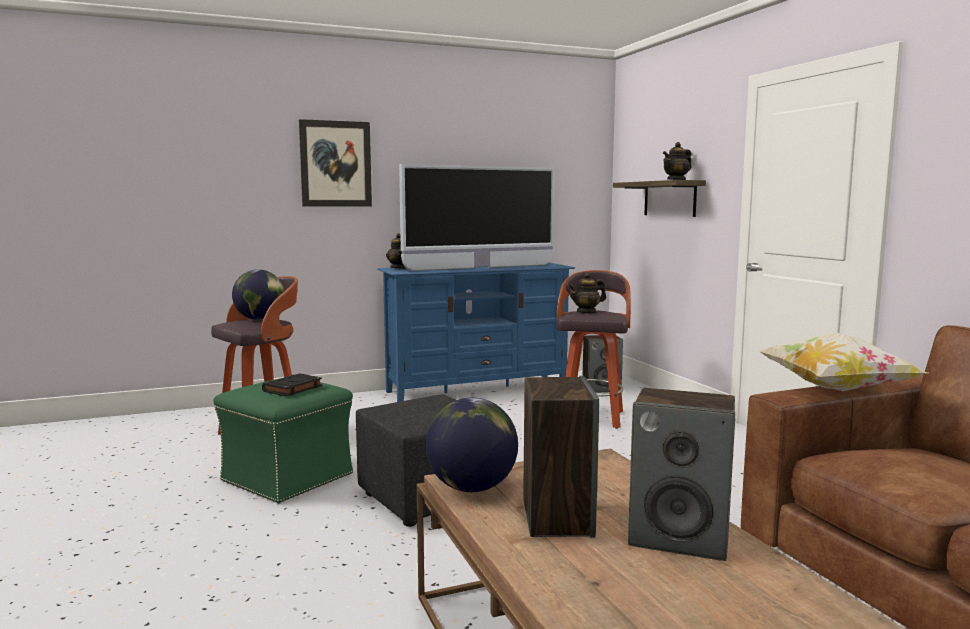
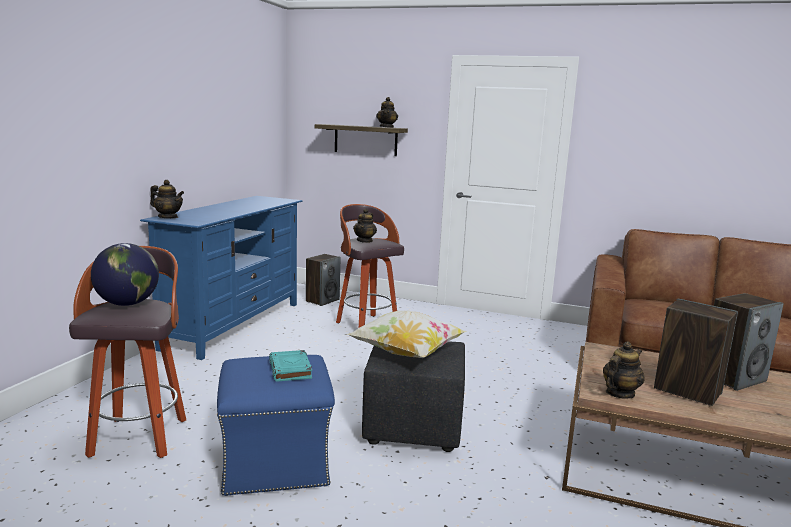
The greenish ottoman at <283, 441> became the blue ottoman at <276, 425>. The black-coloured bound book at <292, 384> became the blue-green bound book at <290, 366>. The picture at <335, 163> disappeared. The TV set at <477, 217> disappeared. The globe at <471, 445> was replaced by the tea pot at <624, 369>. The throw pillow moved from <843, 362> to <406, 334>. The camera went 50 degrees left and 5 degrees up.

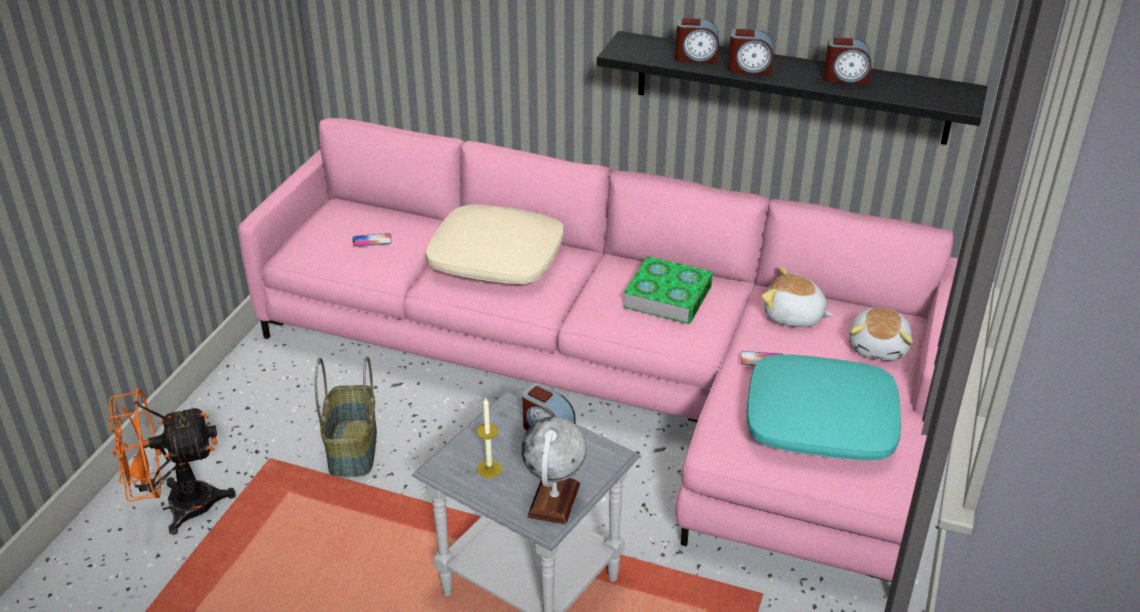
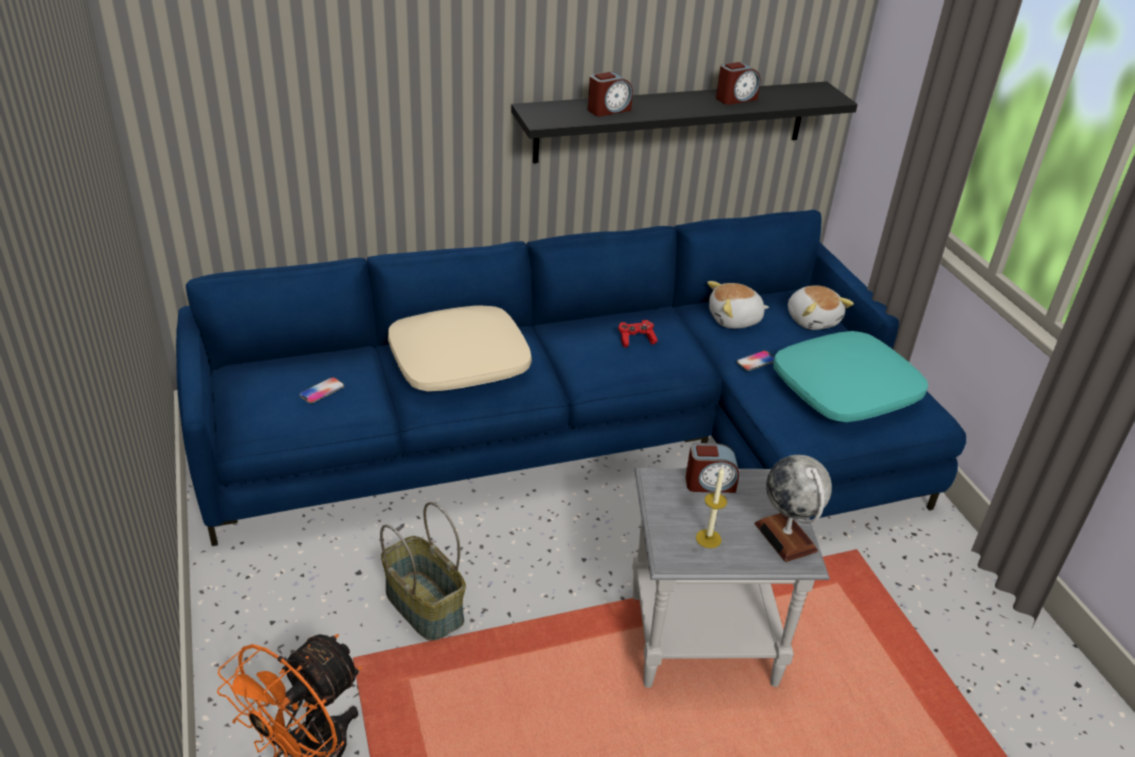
The pinkish couch at <598, 350> became the blue couch at <571, 378>. The bound book at <668, 290> was replaced by the red-coloured gamepad at <638, 334>. The alarm clock at <750, 52> disappeared. The camera went 40 degrees left and 0 degrees up.

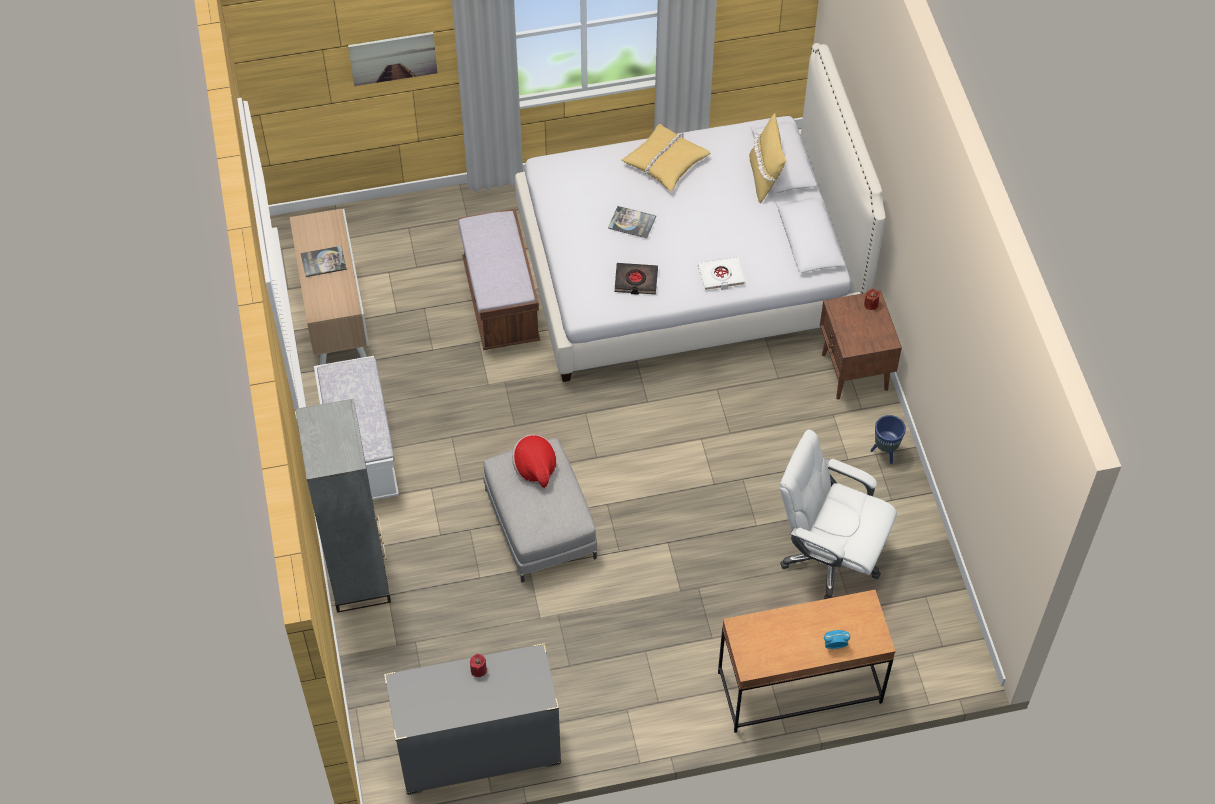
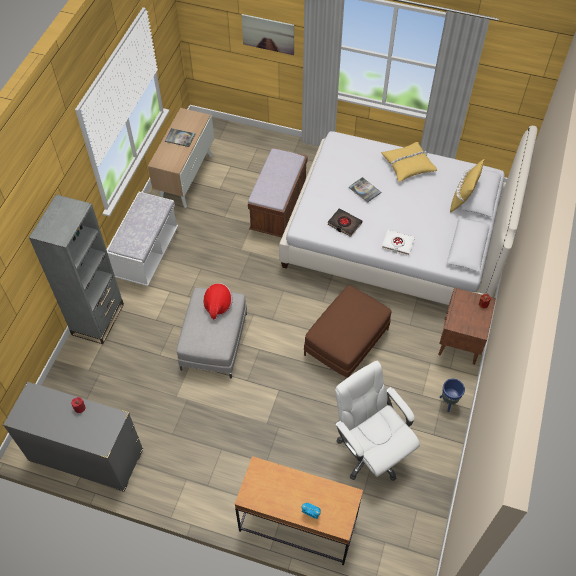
The brown ottoman at <348, 332> appeared. The camera went 30 degrees right and 0 degrees up.

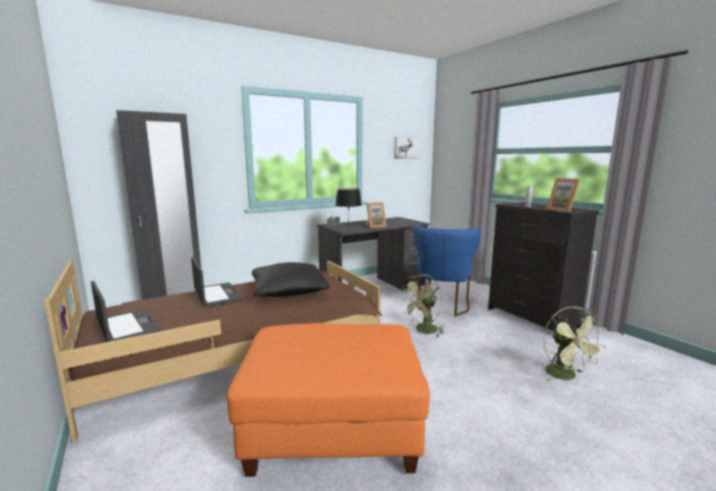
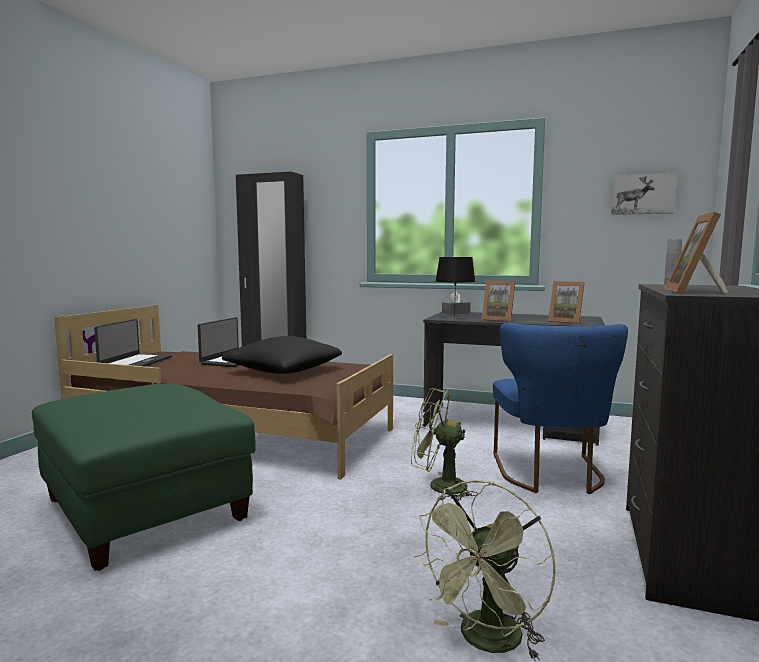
The orange-coloured ottoman at <328, 400> became the greenish ottoman at <144, 477>. The blue chair at <447, 271> turned 60 degrees counterclockwise. The photo frame at <566, 302> appeared. The camera went 50 degrees right and 5 degrees down.

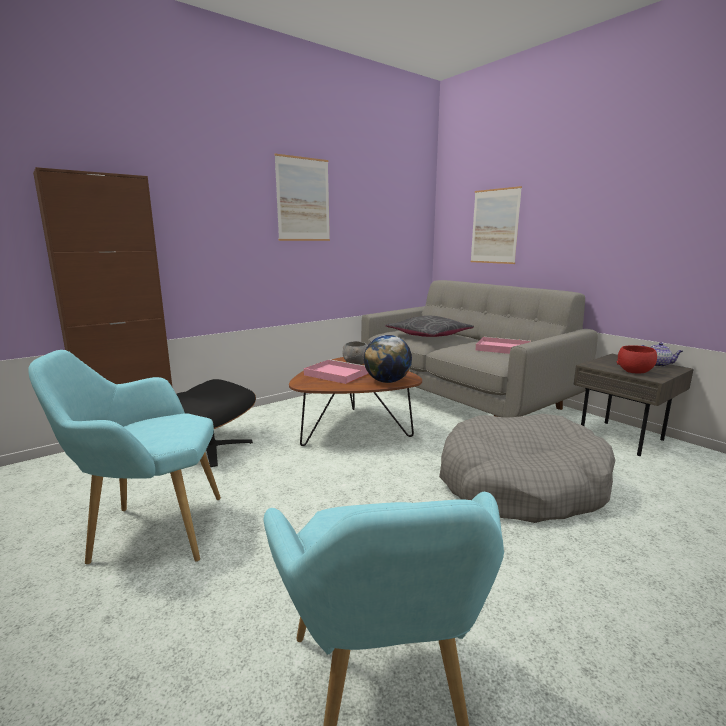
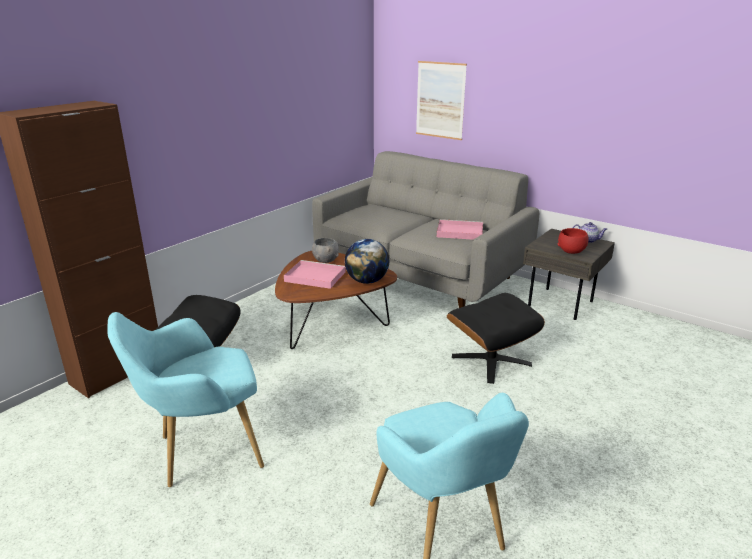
The picture at <302, 197> disappeared. The gray throw pillow at <430, 326> disappeared. The gray pet bed at <527, 468> was replaced by the black-coloured ottoman at <496, 338>. The camera went 15 degrees left and 10 degrees up.

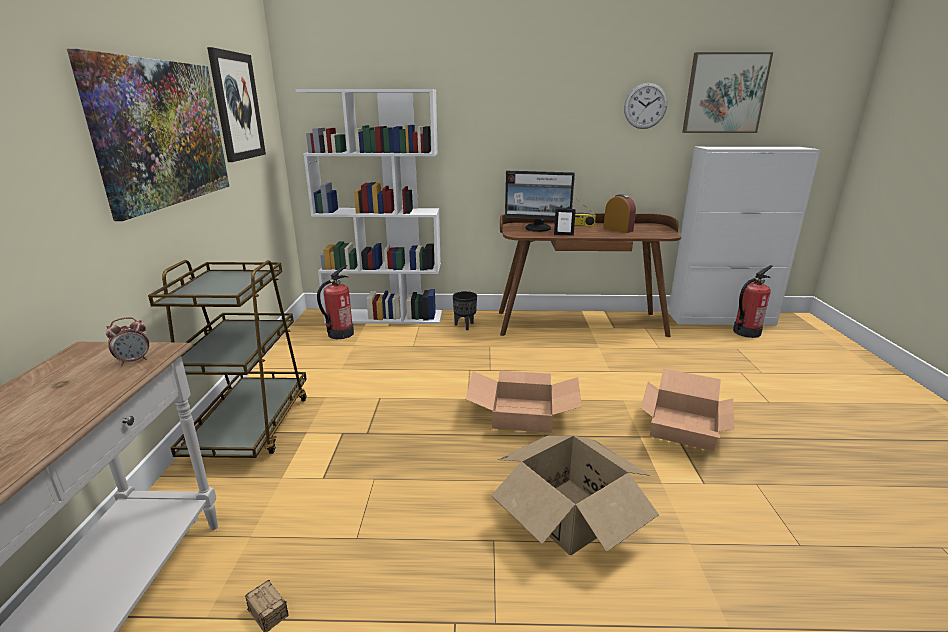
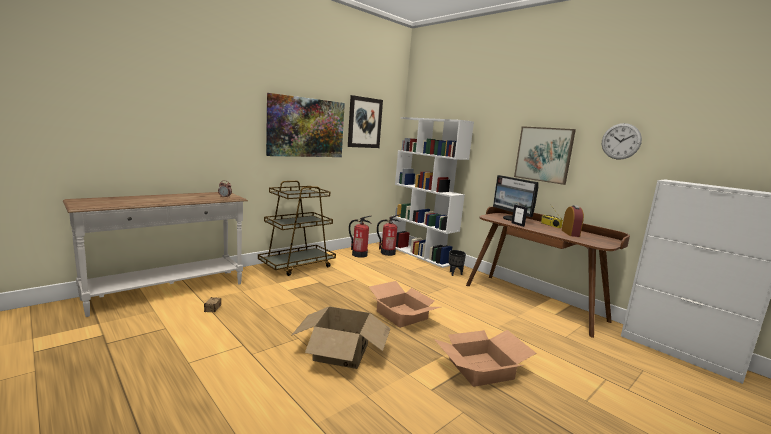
The picture moved from <727, 92> to <545, 155>. The fire-fighting cylinder moved from <753, 301> to <360, 237>. The camera went 45 degrees right and 10 degrees down.

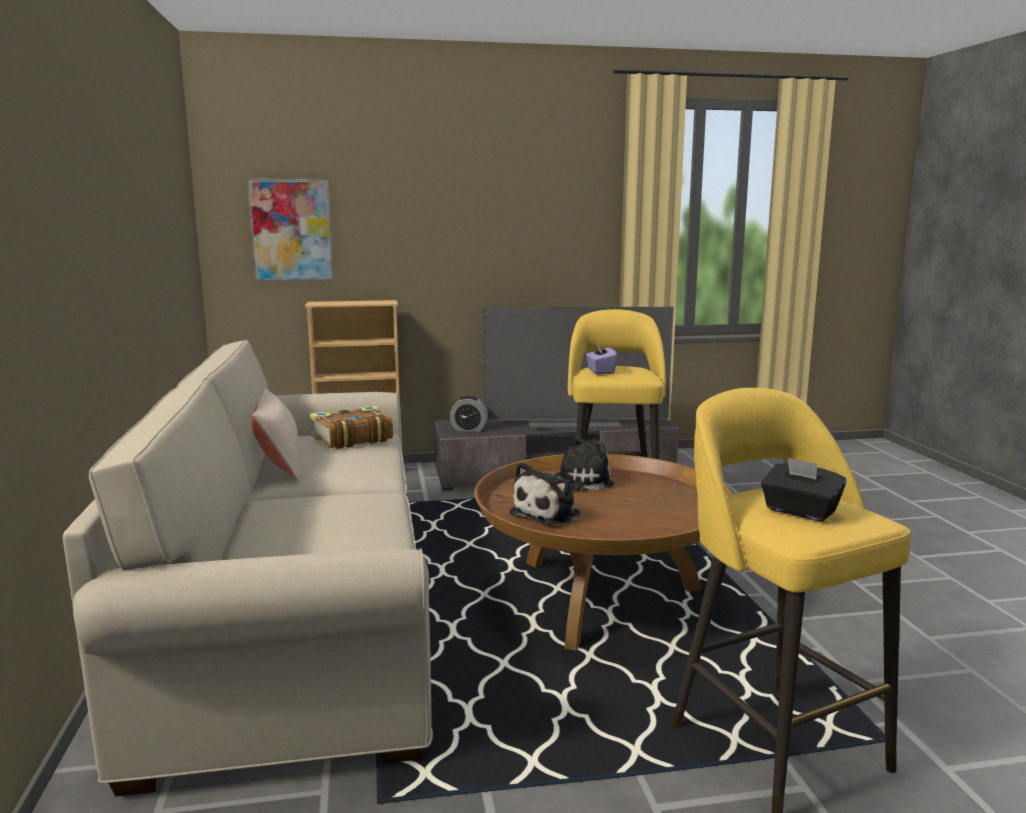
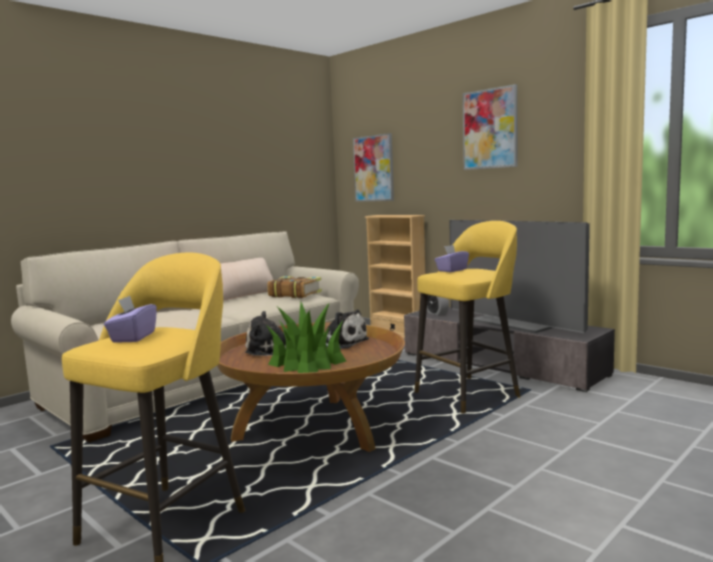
The black-coloured tissue holder at <803, 489> became the purplish tissue holder at <130, 319>. The plant in a pot at <306, 337> appeared. The picture at <490, 127> appeared. The camera went 55 degrees right and 5 degrees down.

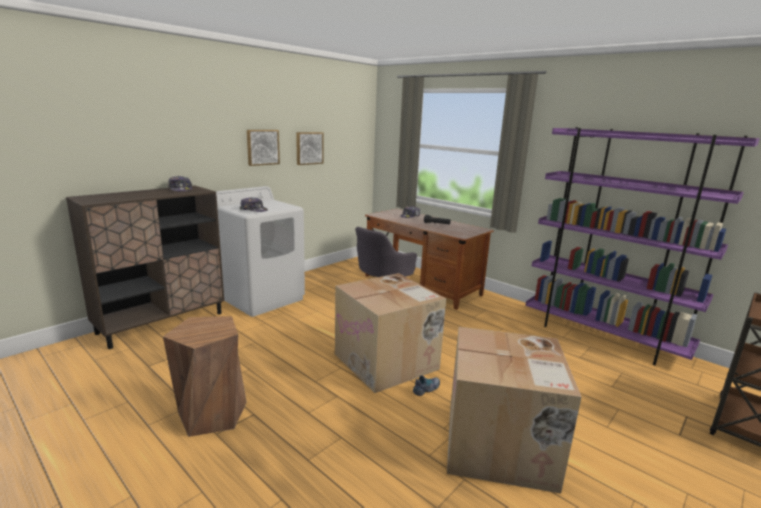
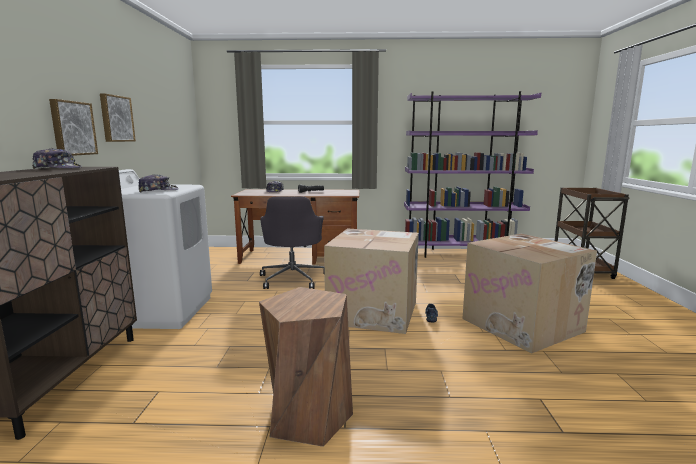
The picture moved from <309, 148> to <73, 127>. The camera went 40 degrees left and 5 degrees down.

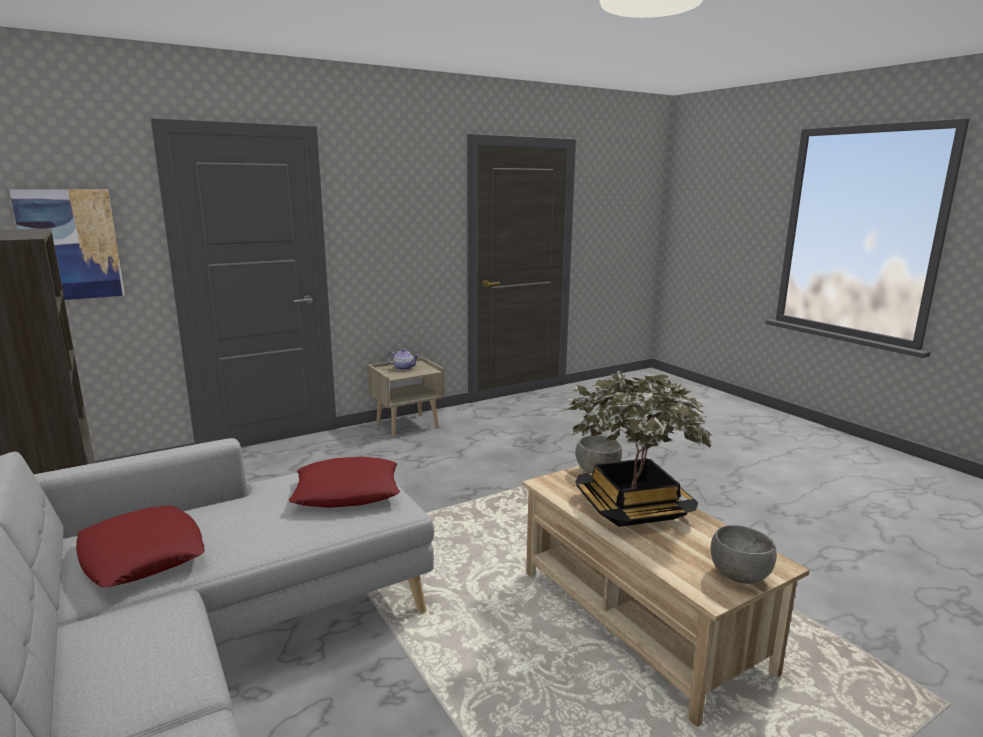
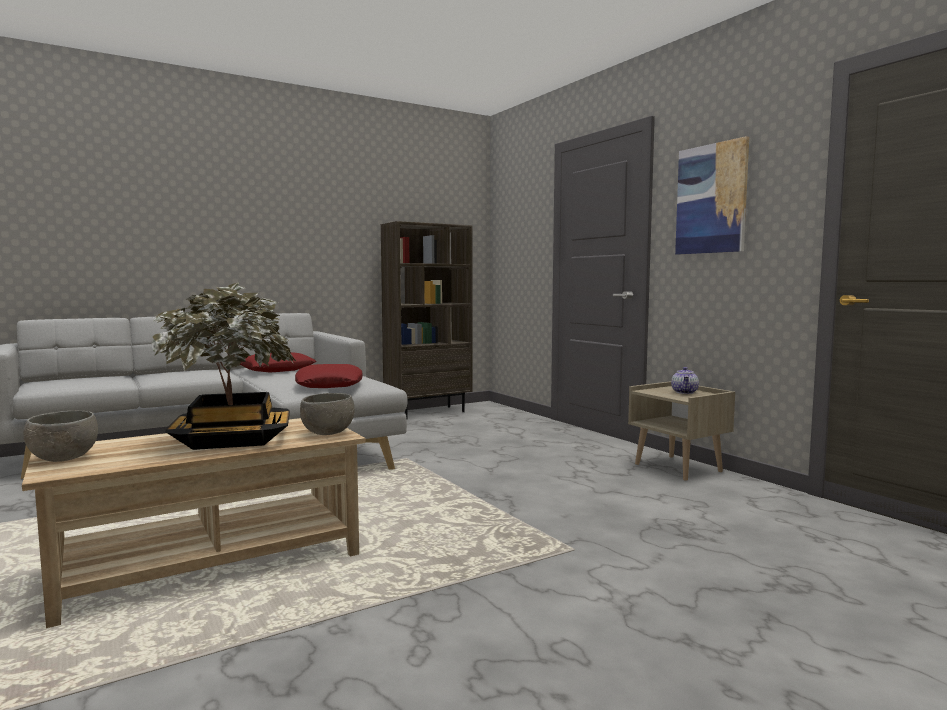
The picture moved from <67, 244> to <712, 195>. The camera went 90 degrees right and 10 degrees down.

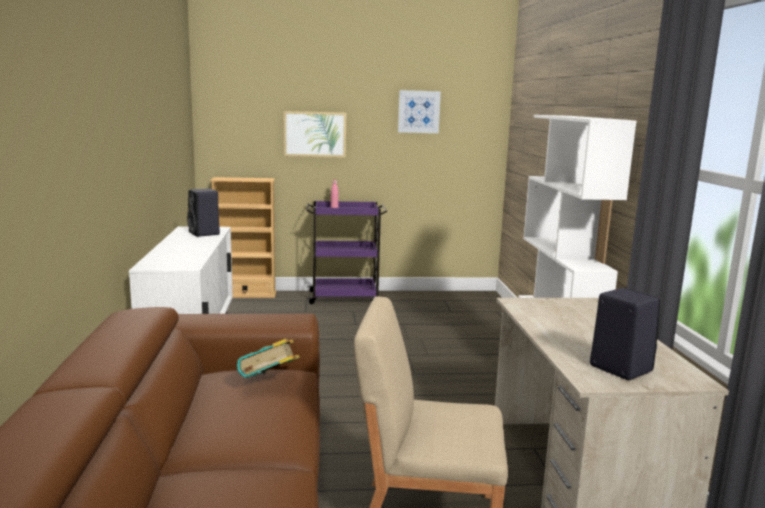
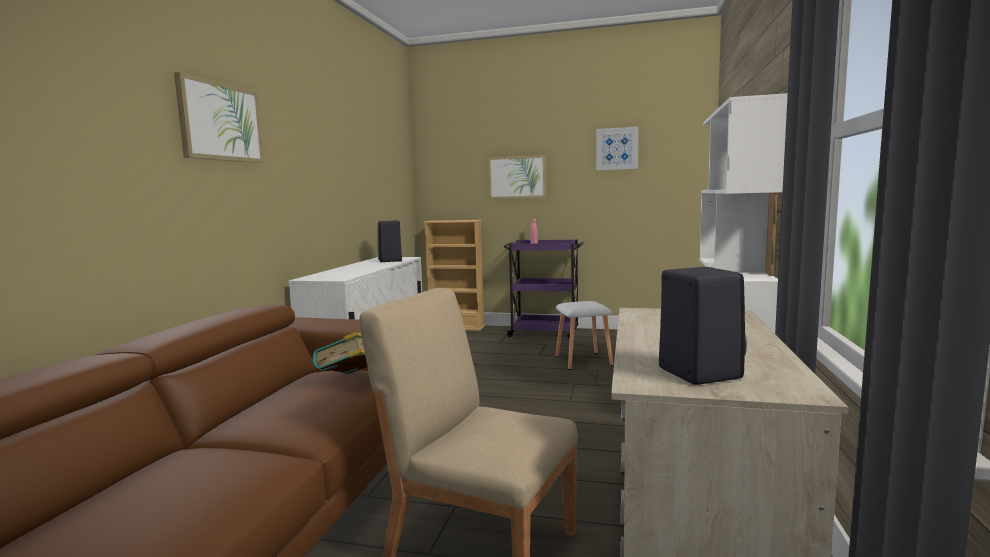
The picture at <219, 117> appeared. The white sitting stool at <584, 335> appeared. The camera went 20 degrees right and 5 degrees down.

